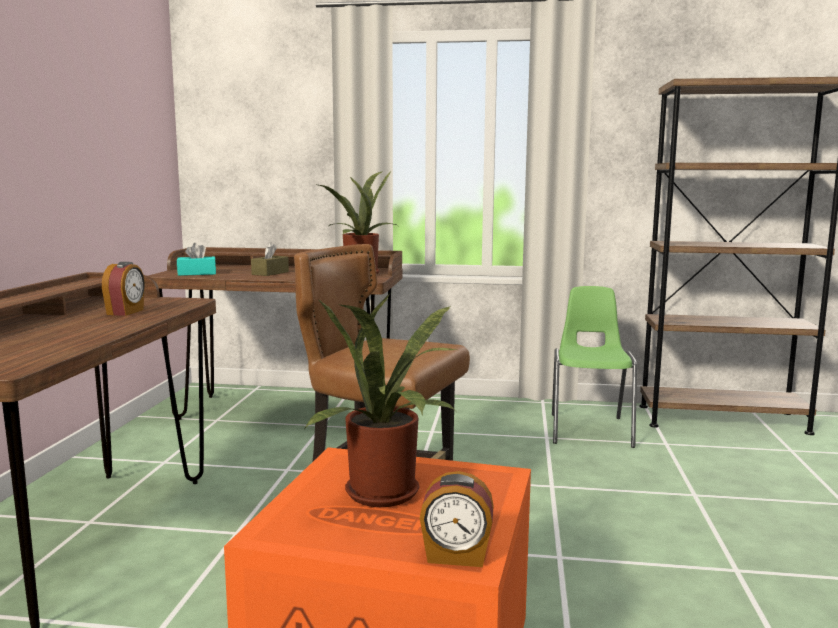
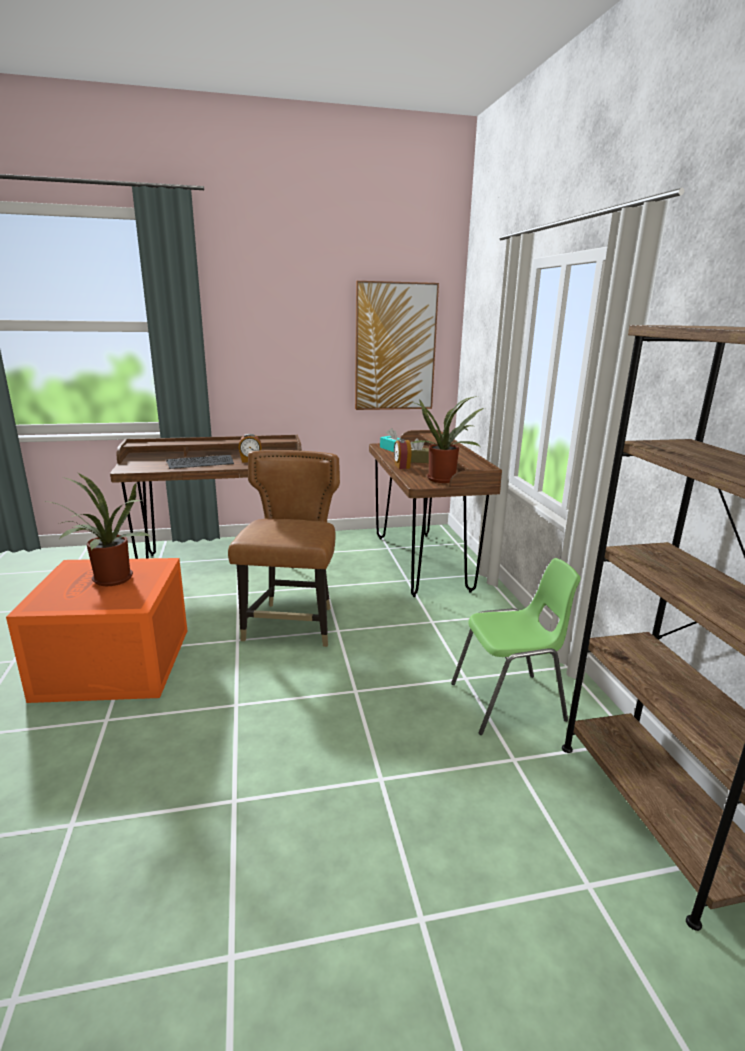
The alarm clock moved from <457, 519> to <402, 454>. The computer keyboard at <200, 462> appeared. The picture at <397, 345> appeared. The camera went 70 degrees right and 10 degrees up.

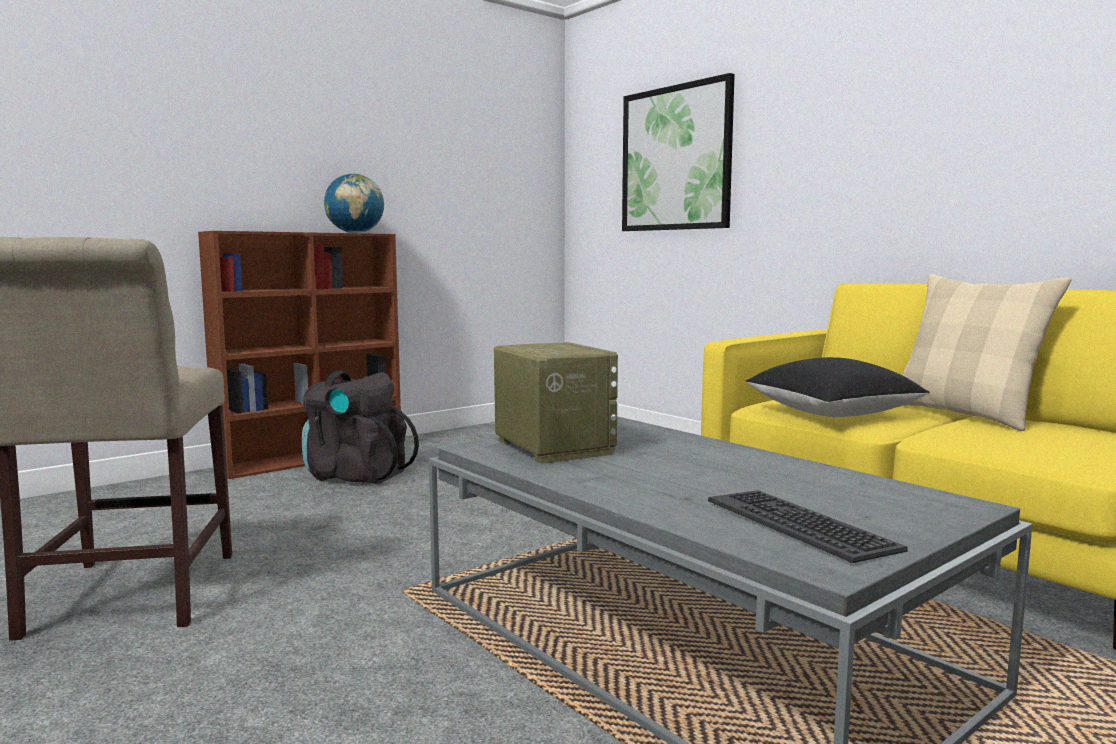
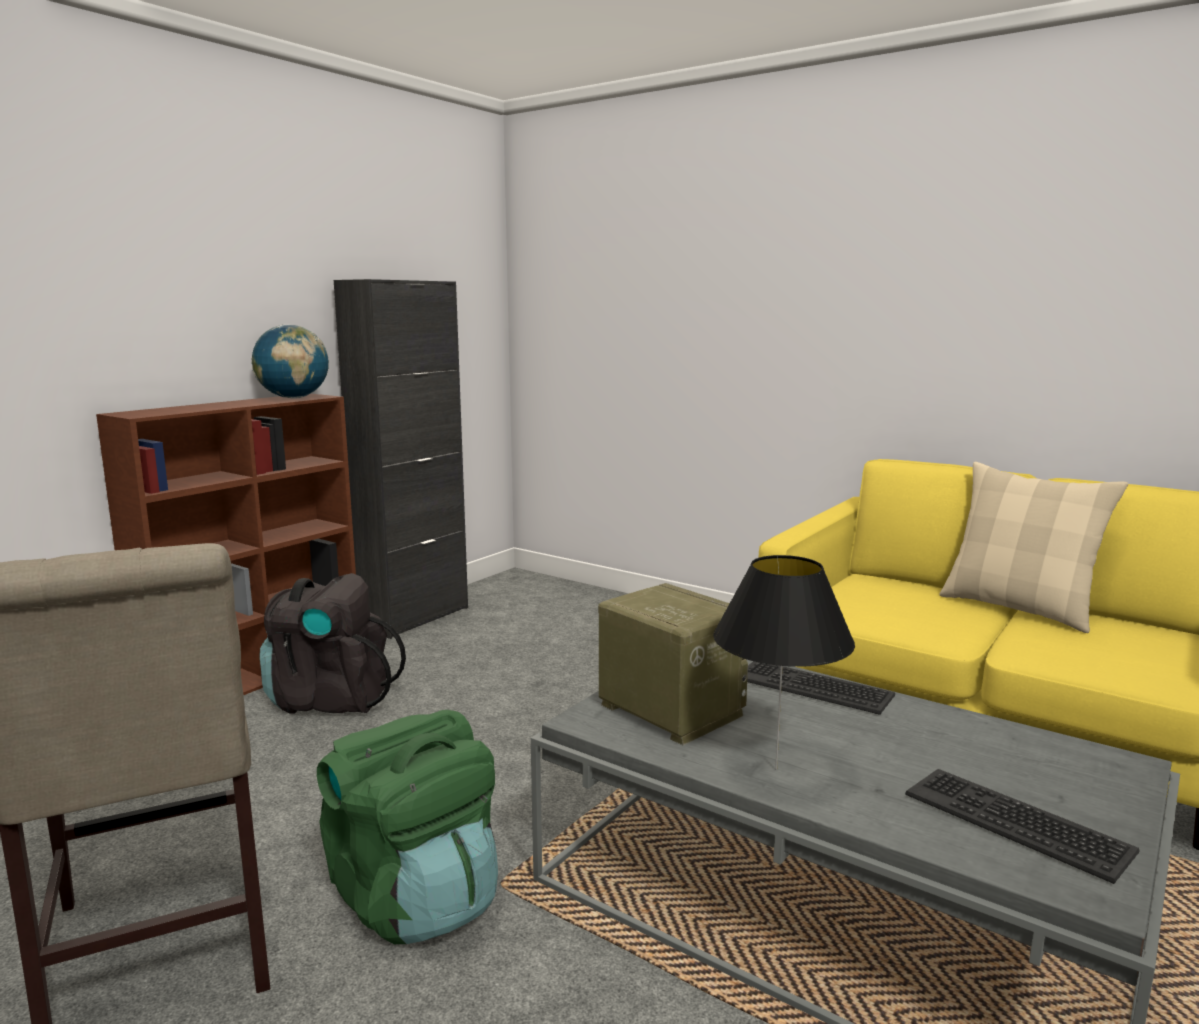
The picture at <678, 152> disappeared. The black-coloured throw pillow at <837, 387> disappeared. The greenish backpack at <407, 827> appeared. The black-coloured storage cabinet at <401, 459> appeared. The black-coloured tabletop lamp at <784, 662> appeared. The computer keyboard at <819, 688> appeared. The camera went 15 degrees left and 5 degrees up.

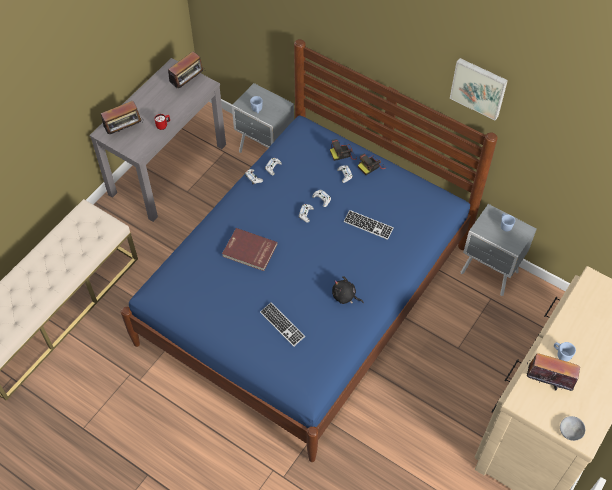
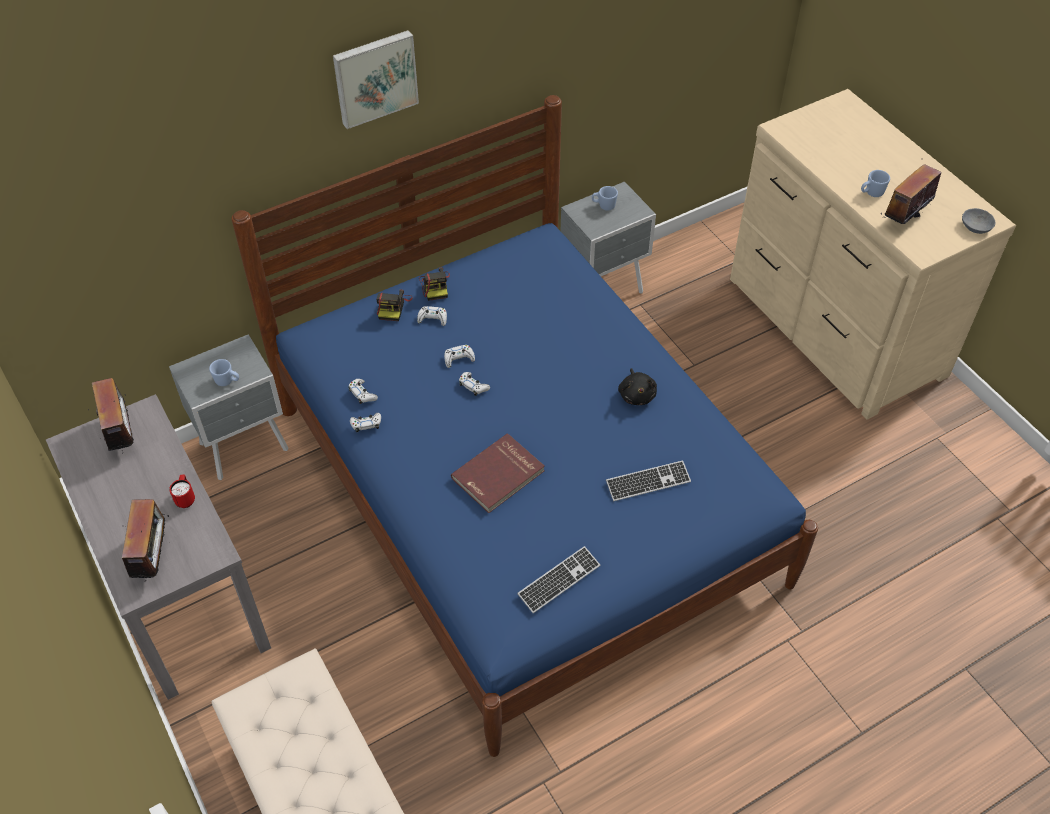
The black-coloured plush toy at <348, 290> turned 60 degrees counterclockwise. The computer keyboard moved from <369, 225> to <558, 579>. The picture moved from <479, 89> to <376, 79>. The camera went 65 degrees left and 5 degrees down.

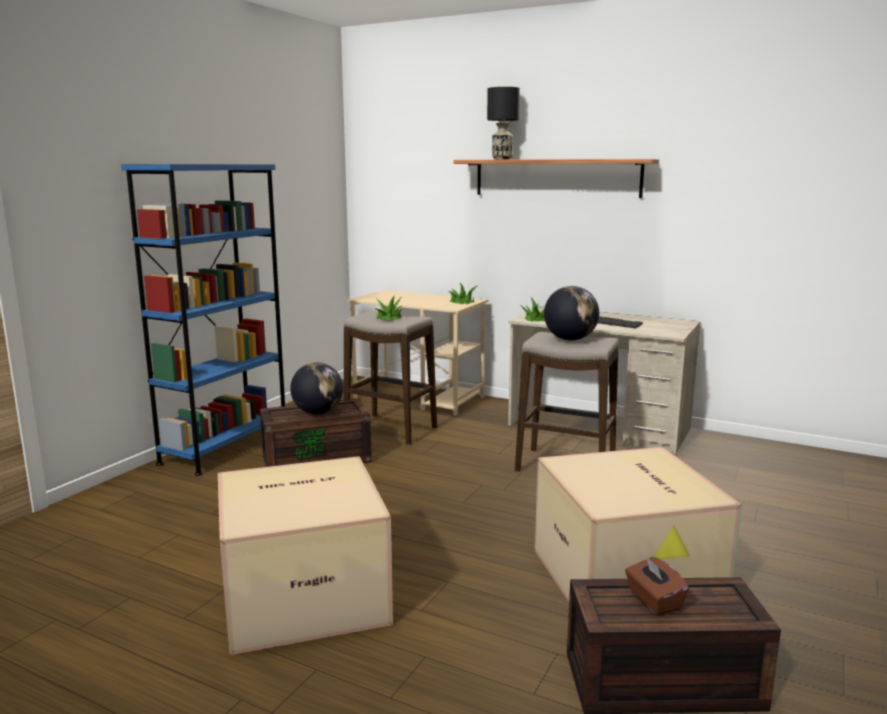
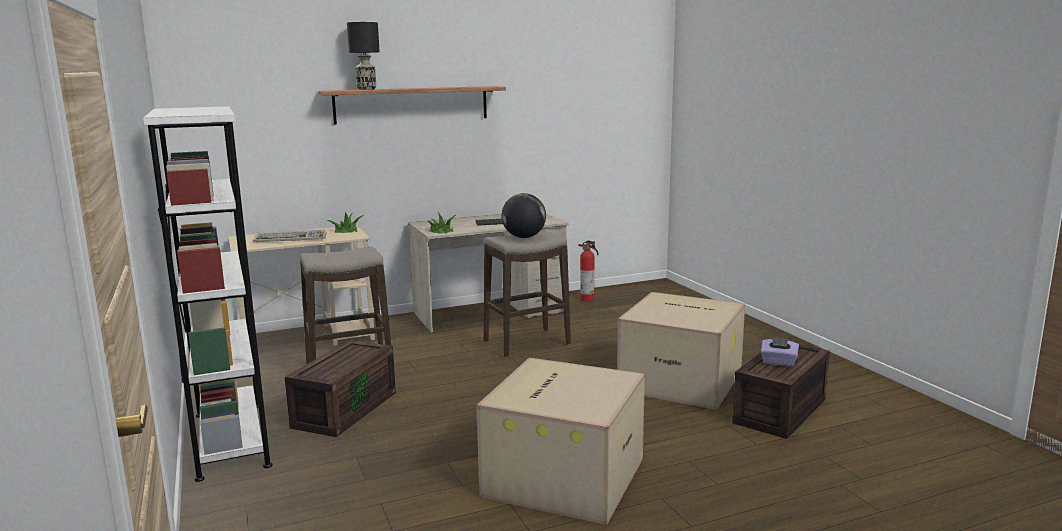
The blue shelving unit at <203, 320> became the white shelving unit at <208, 294>. The globe at <316, 388> disappeared. The plant in a pot at <389, 308> disappeared. The brown tissue holder at <657, 585> became the purplish tissue holder at <780, 352>. The computer keyboard at <289, 236> appeared. The fire-fighting cylinder at <589, 270> appeared. The camera went 50 degrees left and 0 degrees up.

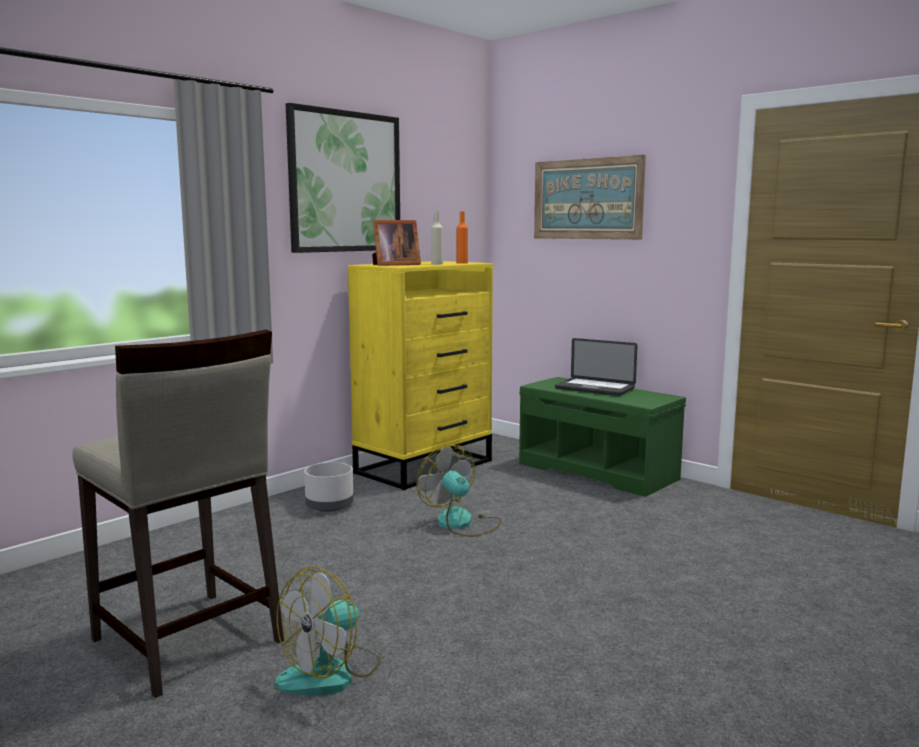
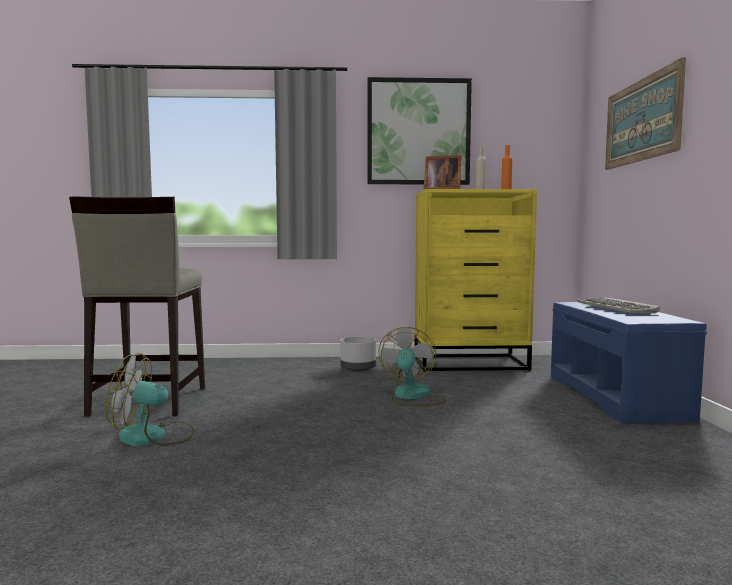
The greenish indoor bench at <602, 437> became the blue indoor bench at <629, 362>. The laptop at <596, 367> was replaced by the computer keyboard at <618, 305>. The camera went 45 degrees right and 5 degrees down.

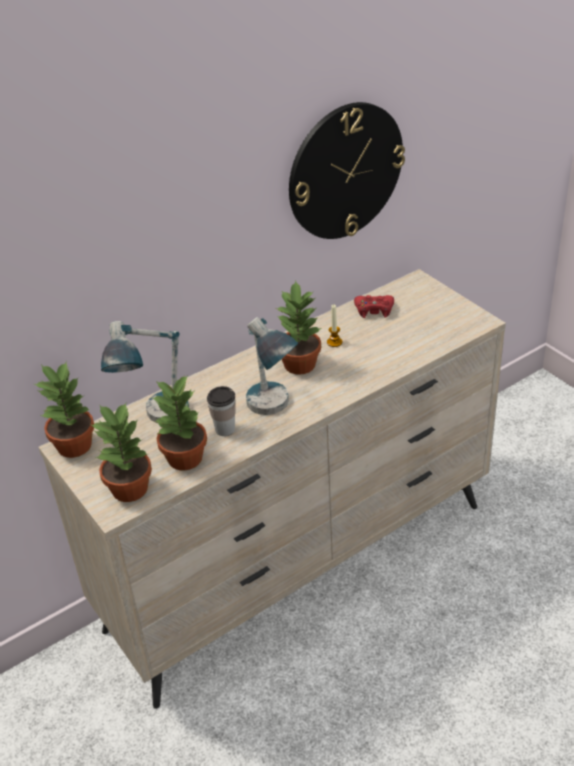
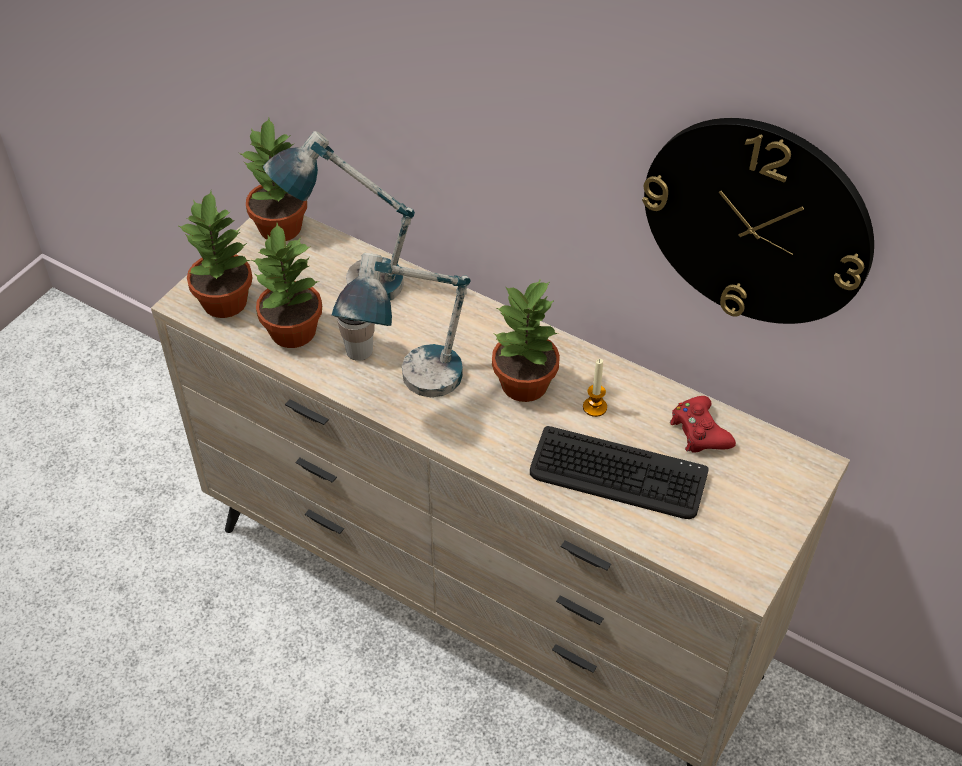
The computer keyboard at <619, 472> appeared. The camera went 65 degrees right and 10 degrees up.

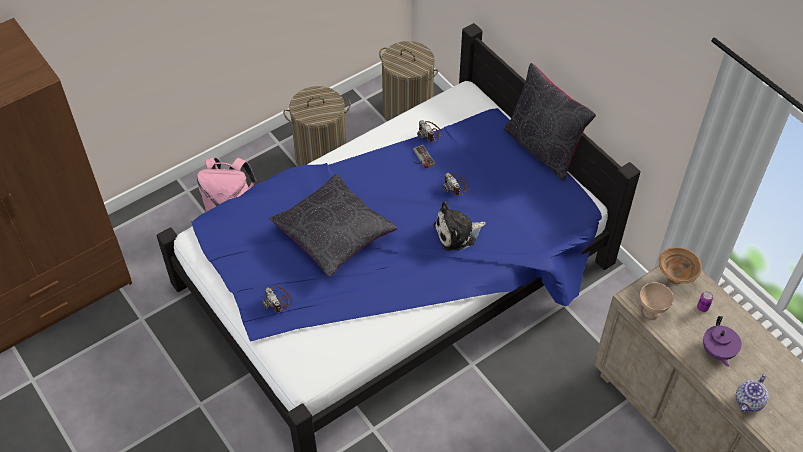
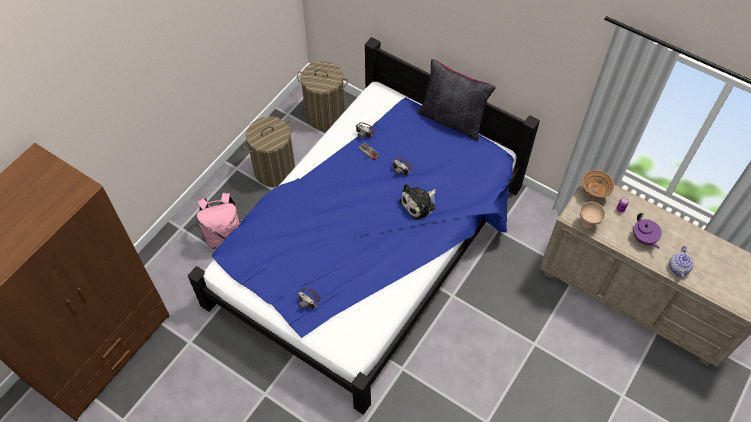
The black-coloured throw pillow at <333, 225> disappeared. The camera went 20 degrees left and 5 degrees up.

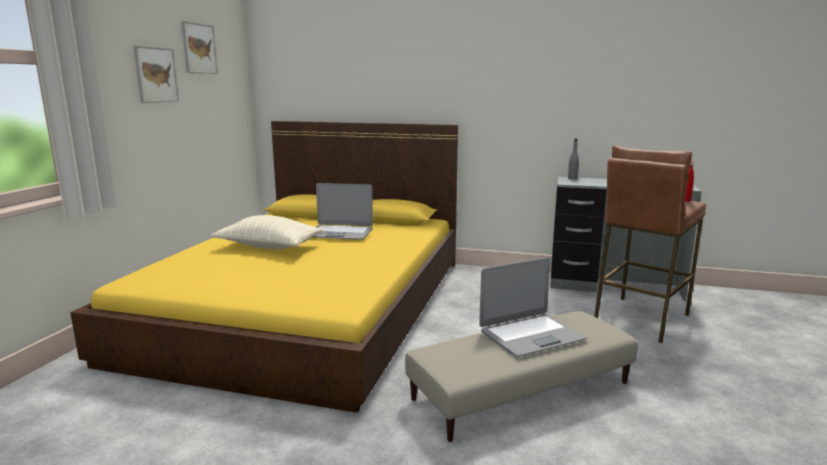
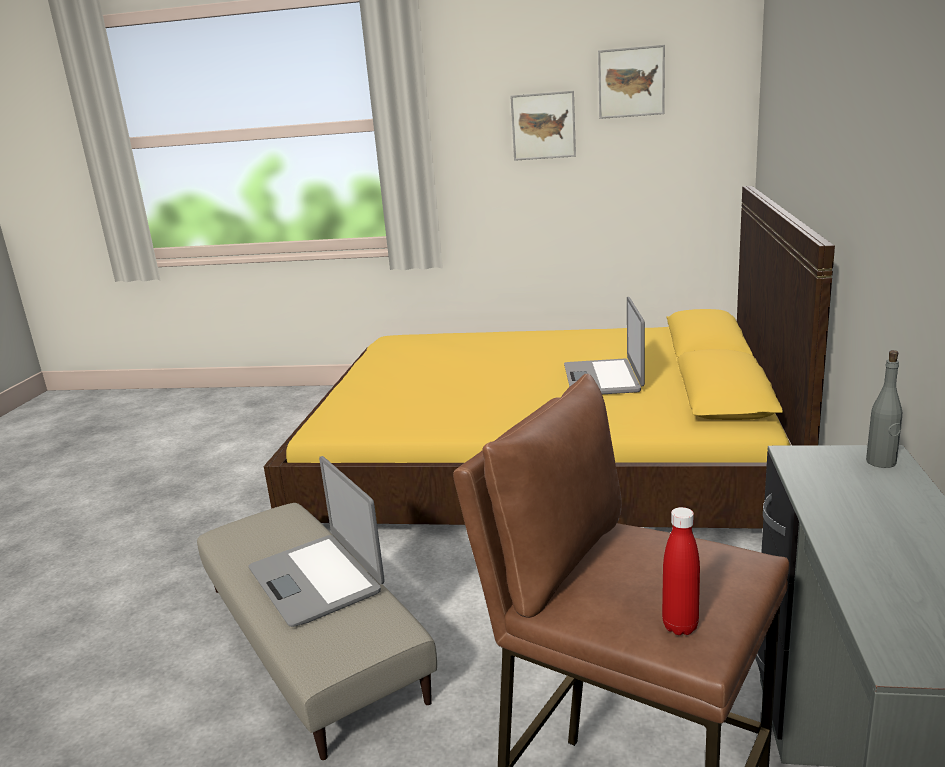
The beige-coloured throw pillow at <267, 232> disappeared. The camera went 85 degrees right and 5 degrees up.

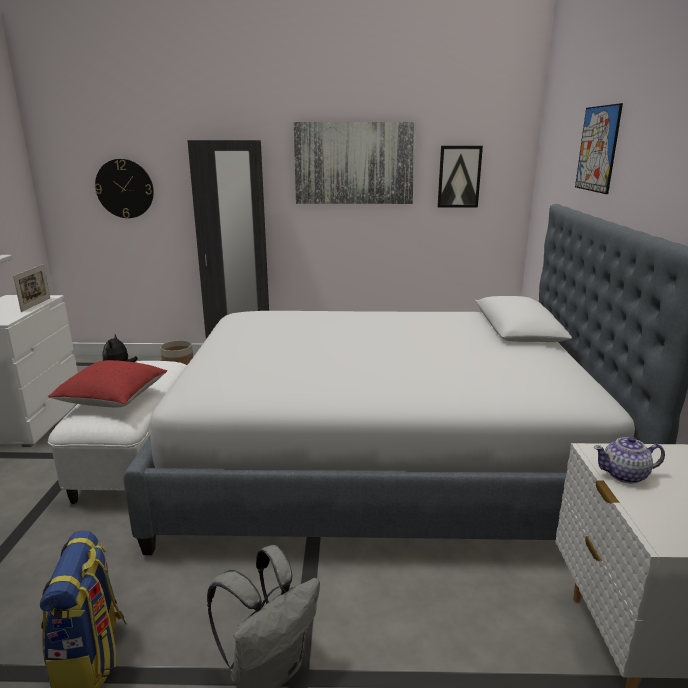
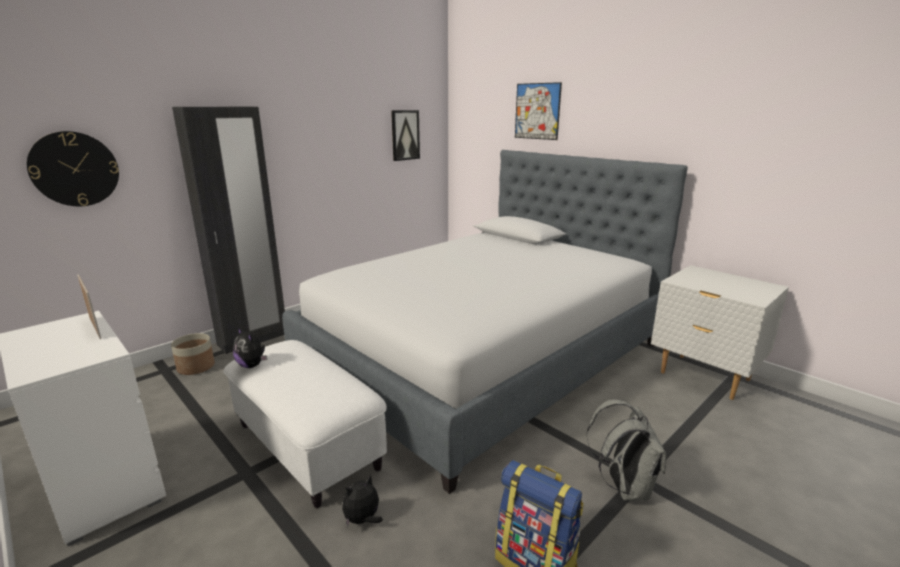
The red-coloured throw pillow at <107, 383> disappeared. The picture at <355, 163> disappeared. The tea pot at <629, 460> disappeared. The plush toy at <362, 501> appeared. The camera went 45 degrees left and 0 degrees up.

